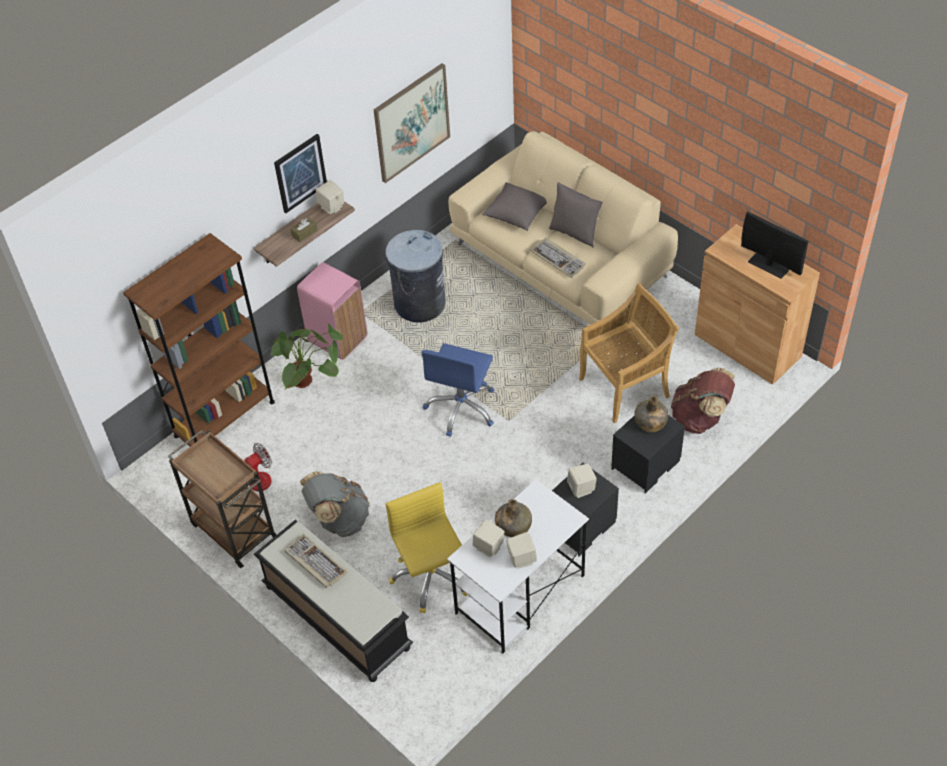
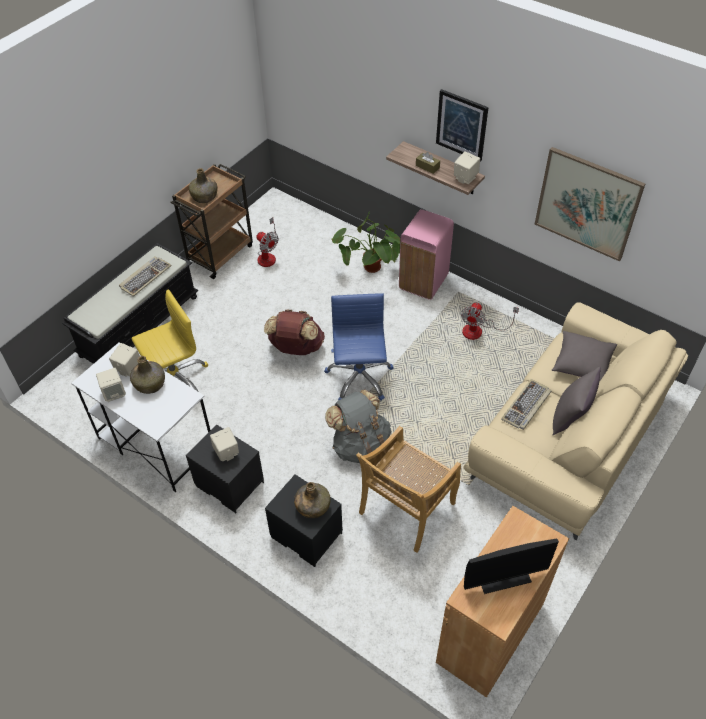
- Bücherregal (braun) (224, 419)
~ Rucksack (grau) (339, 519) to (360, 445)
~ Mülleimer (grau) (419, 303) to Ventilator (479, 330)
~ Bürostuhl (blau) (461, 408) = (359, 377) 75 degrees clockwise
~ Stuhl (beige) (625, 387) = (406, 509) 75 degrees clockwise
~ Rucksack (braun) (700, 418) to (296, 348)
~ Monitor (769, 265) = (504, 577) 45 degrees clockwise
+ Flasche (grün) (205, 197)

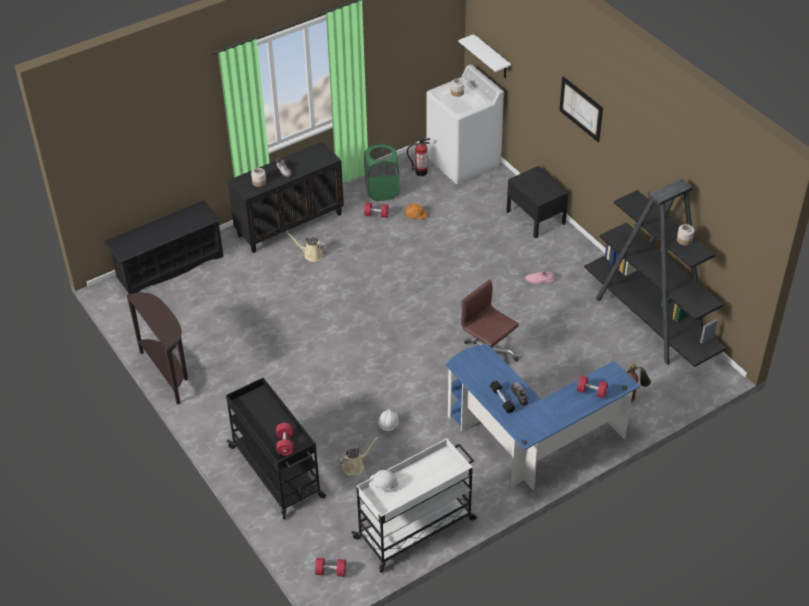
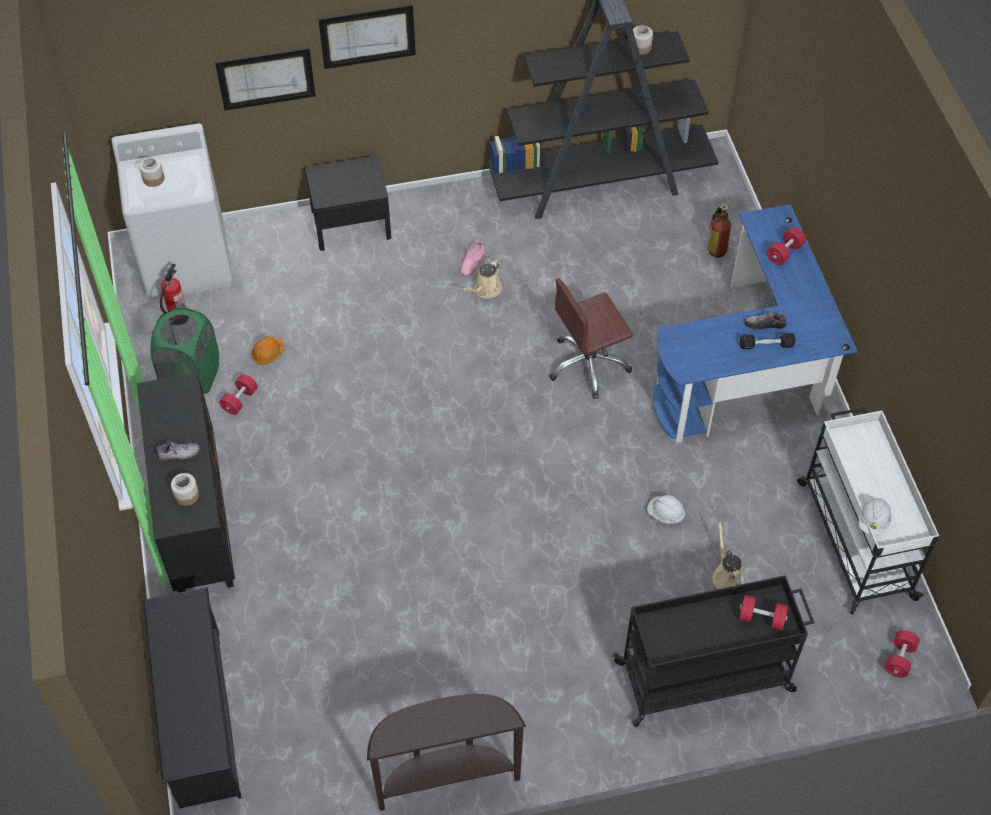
~ Gießkanne (beige) (311, 255) to (486, 290)
- Wandregal (weiß) (491, 57)
+ Bild (266, 78)

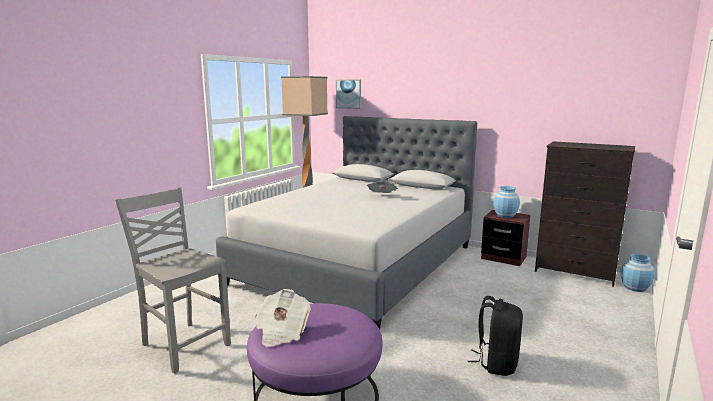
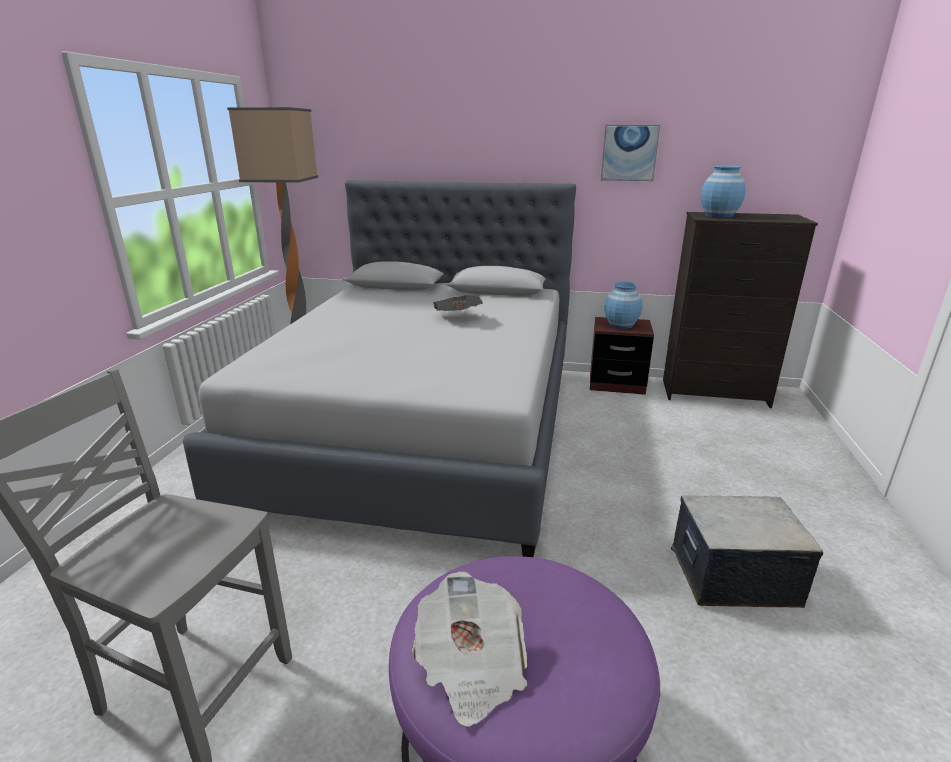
~ Bild (348, 94) to (629, 153)
~ Rucksack (schwarz) (496, 363) to Aufbewahrungsbox (733, 576)
~ Vase (blau) (634, 287) to (718, 215)

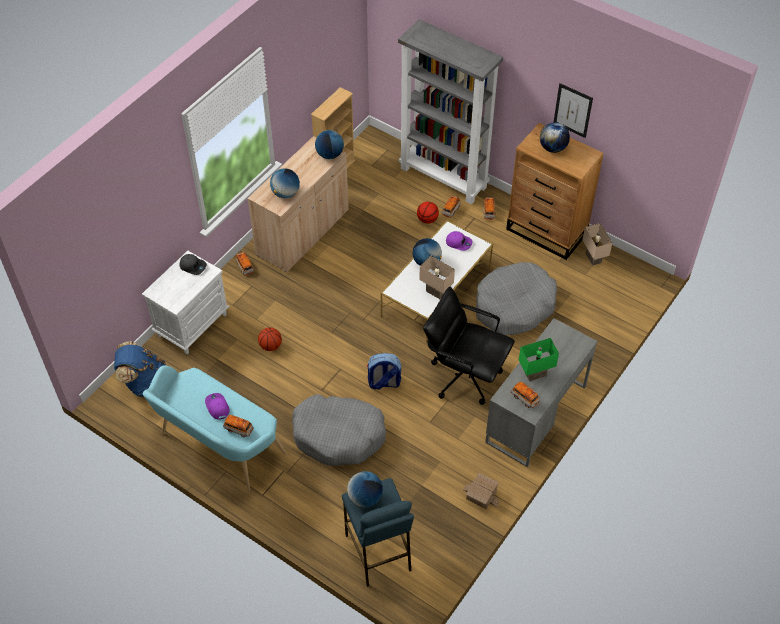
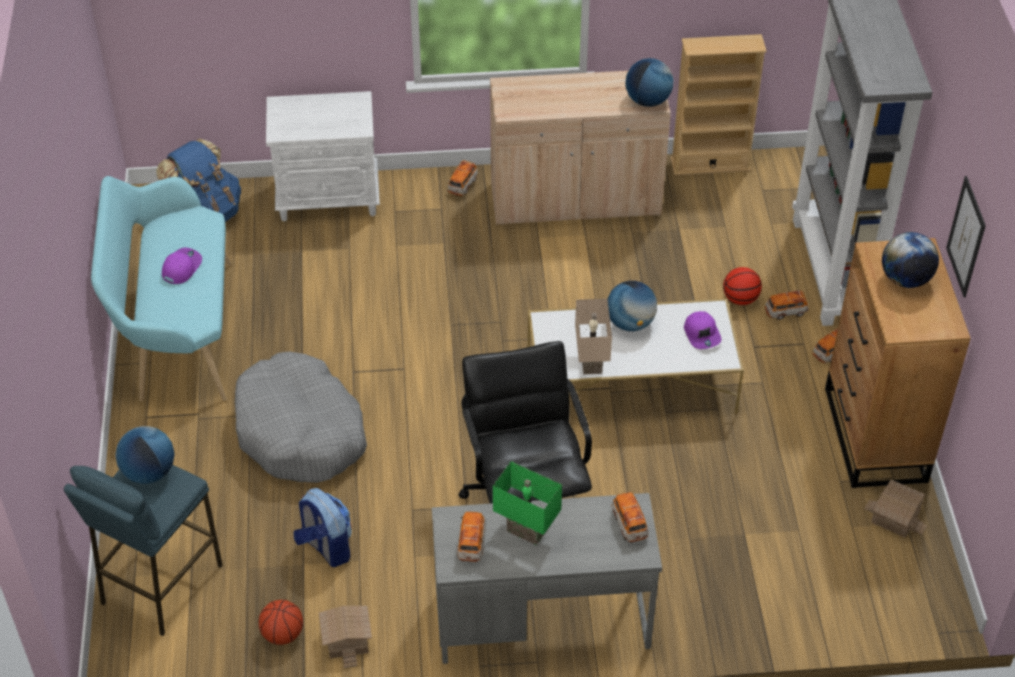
- Kappe (grau) (193, 266)
~ Spielzeugauto (238, 429) to (629, 524)
~ Basketball (270, 346) to (283, 634)
- Globus (285, 193)
~ Rucksack (383, 383) to (325, 547)
- Hundebett (grau) (514, 306)
~ Tischlampe (beige) (594, 258) to Spielzeughaus (894, 518)

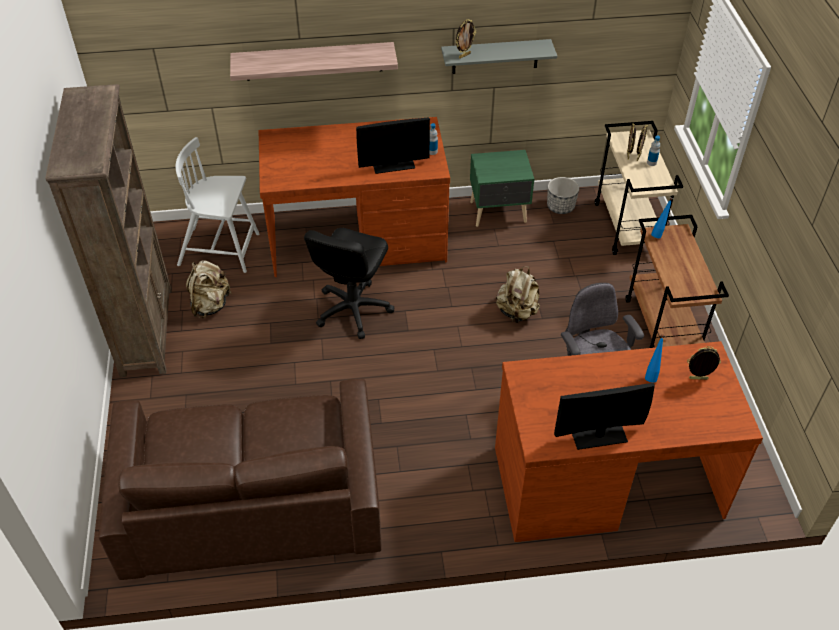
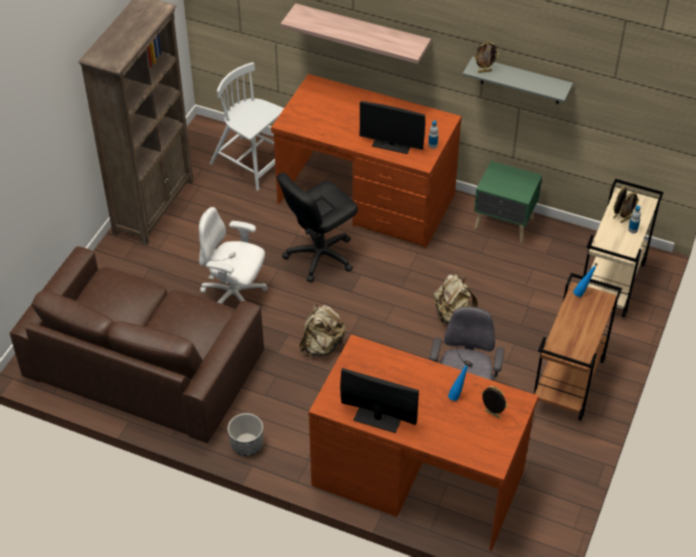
~ Rucksack (beige) (210, 305) to (322, 346)
~ Pflanzkübel (560, 207) to (246, 445)
+ Bürostuhl (weiß) (234, 298)

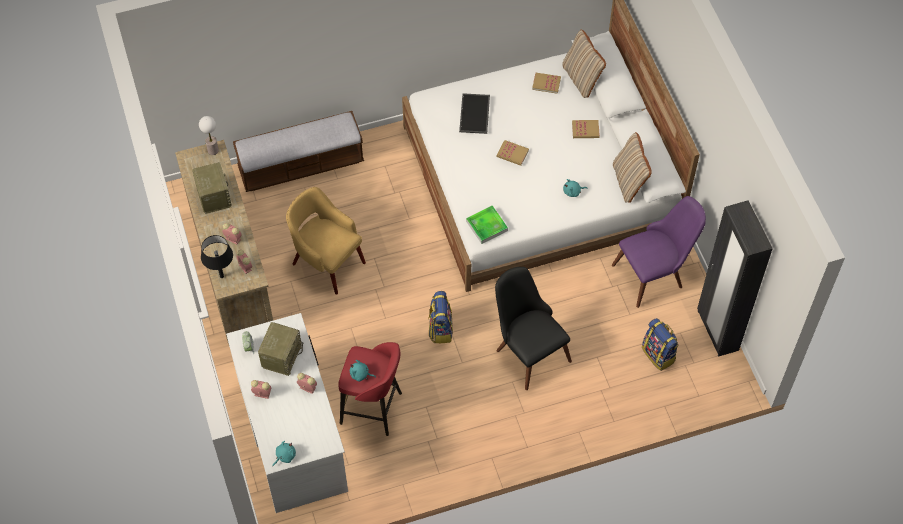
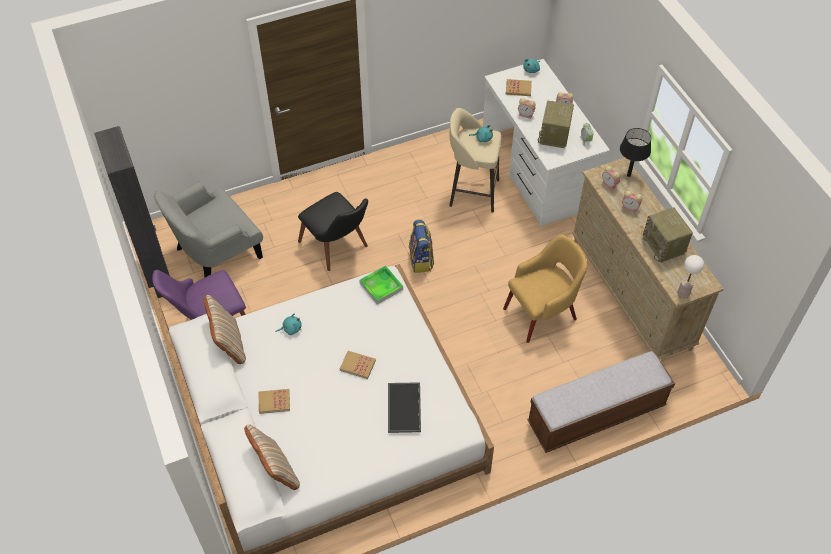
~ Sessel (gelb) (327, 262) = (542, 313) 60 degrees counterclockwise
~ Hocker (rot) (373, 409) to Hocker (beige) (472, 192)
~ Buch (546, 83) to (518, 89)
~ Rucksack (659, 354) to Sessel (grau) (216, 252)

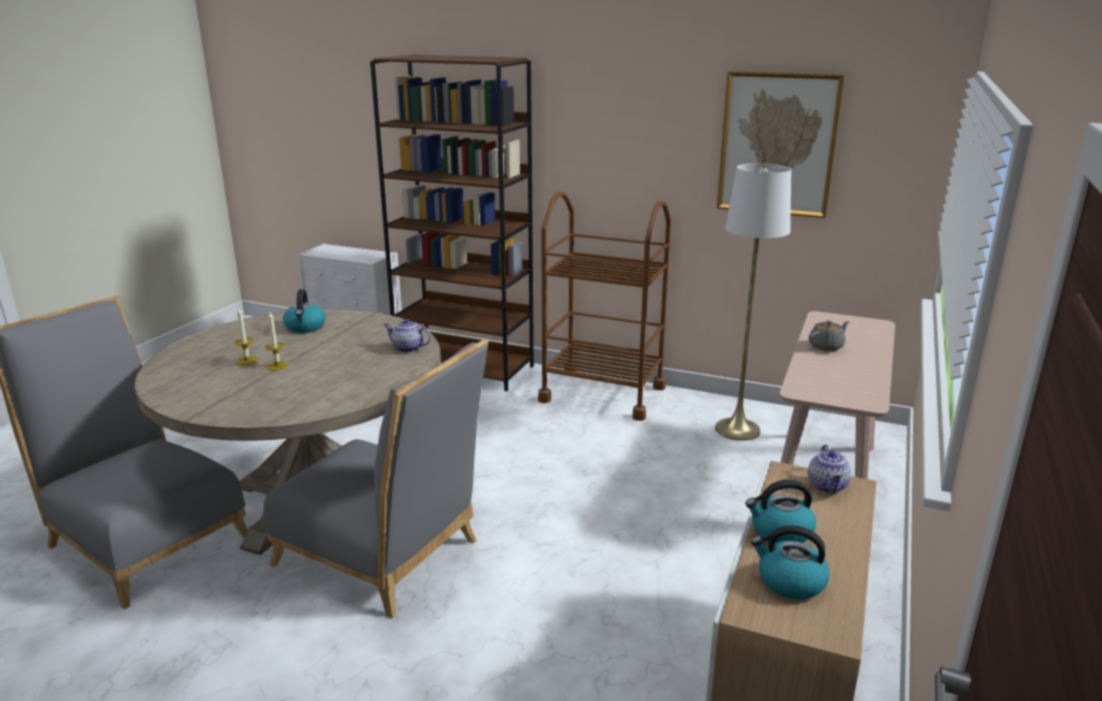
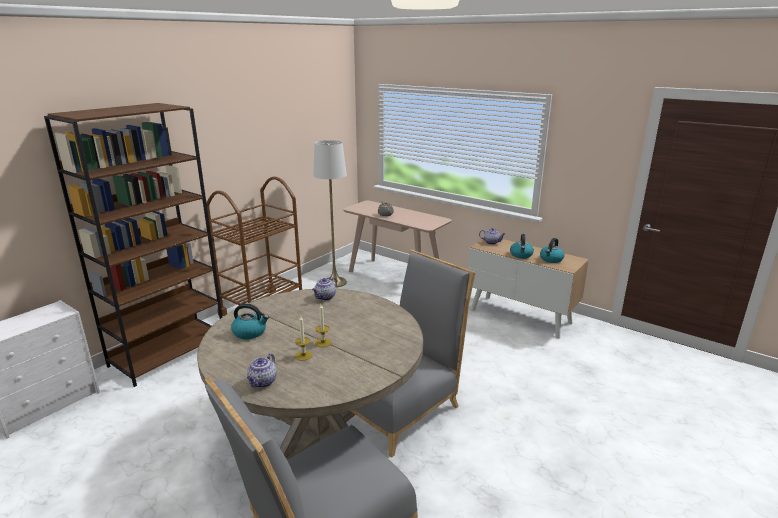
- Bild (777, 144)
+ Teekanne (263, 382)

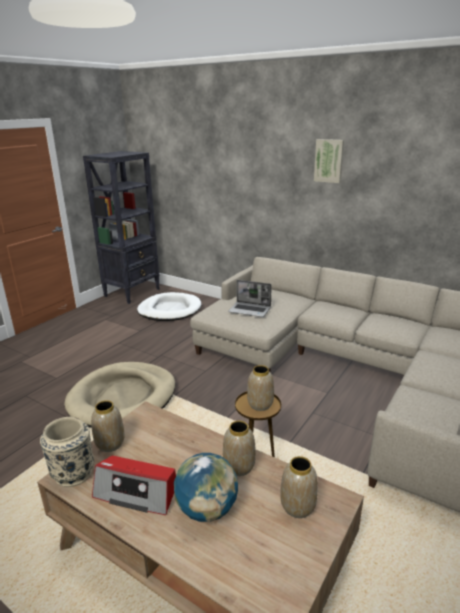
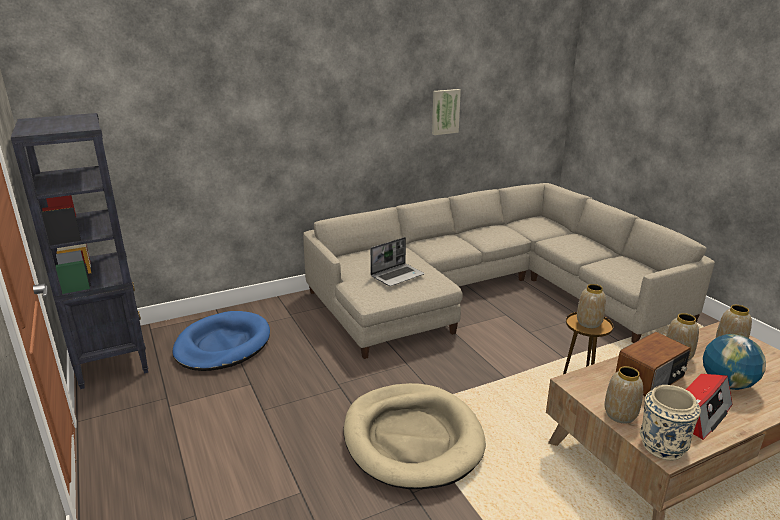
~ Hundebett (weiß) (169, 310) to Hundebett (blau) (222, 345)
~ Bild (329, 161) to (445, 111)
+ Radio (650, 379)

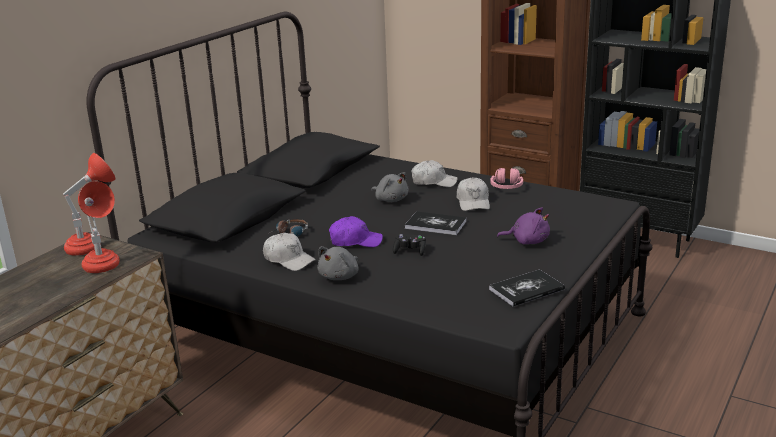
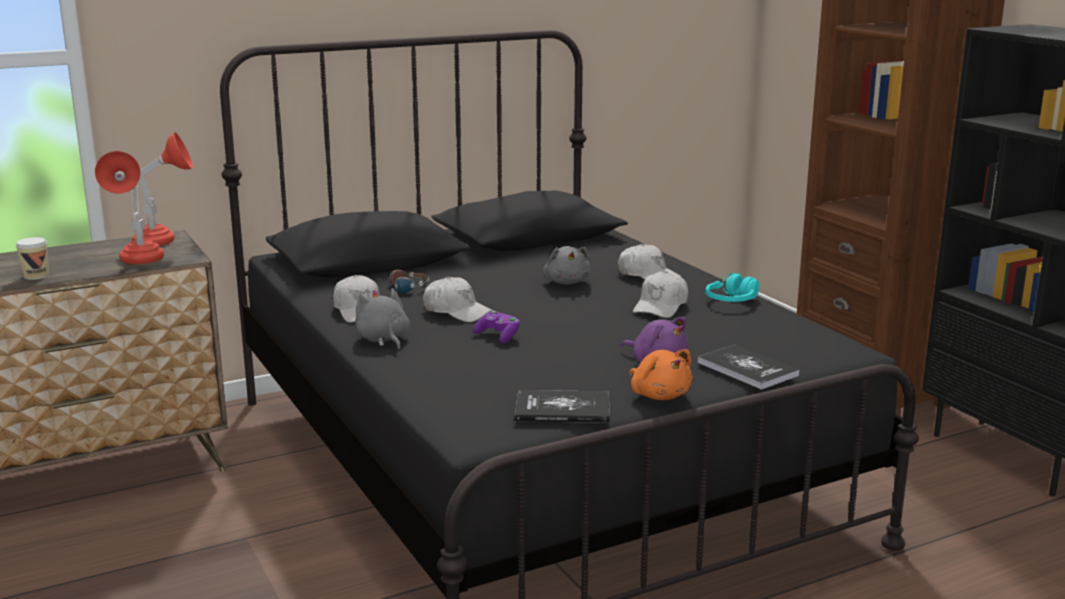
~ Plüschtier (grau) (340, 276) = (383, 339) 90 degrees clockwise
~ Kappe (lila) (355, 241) to Kappe (weiß) (457, 311)
~ Gamepad (schwarz) (410, 251) to Gamepad (lila) (498, 336)
~ Buch (435, 224) to (747, 369)
~ Kopfhörer (rosa) (506, 187) to Kopfhörer (türkis) (732, 301)
+ Tasse (36, 276)
+ Plüschtier (orange) (659, 395)

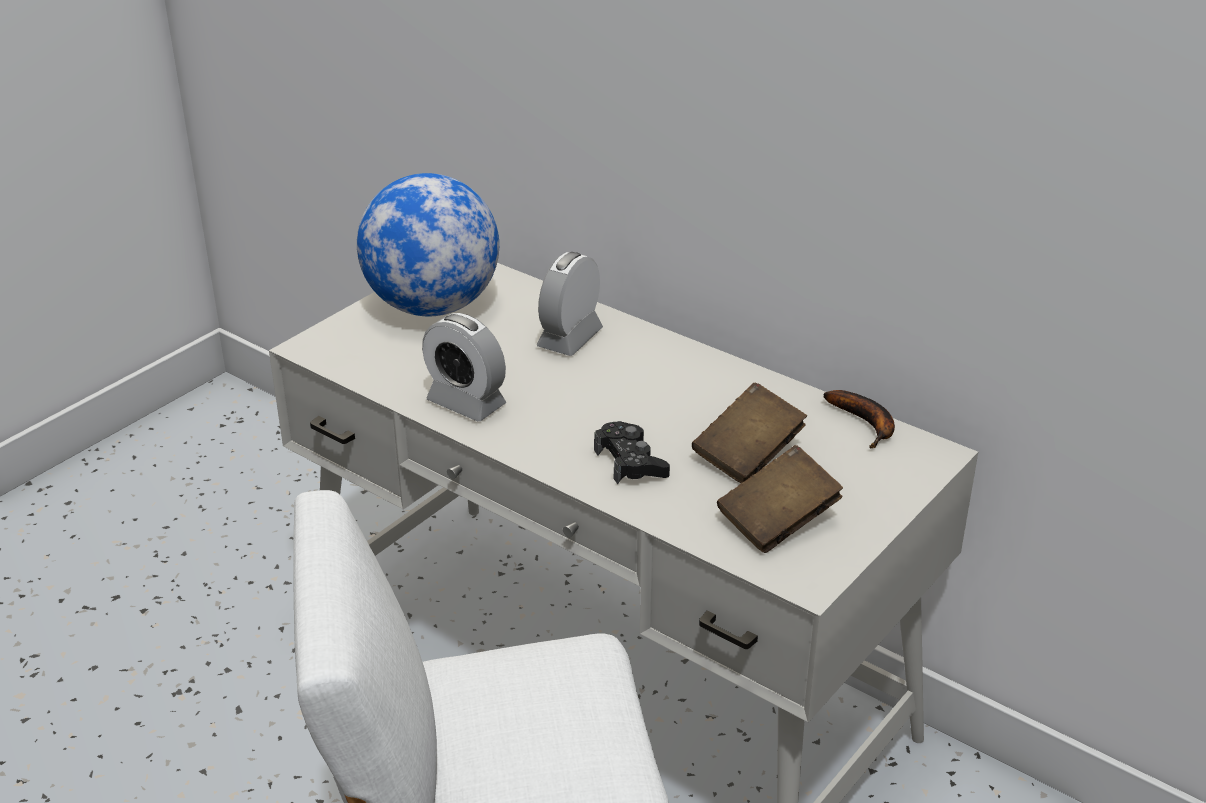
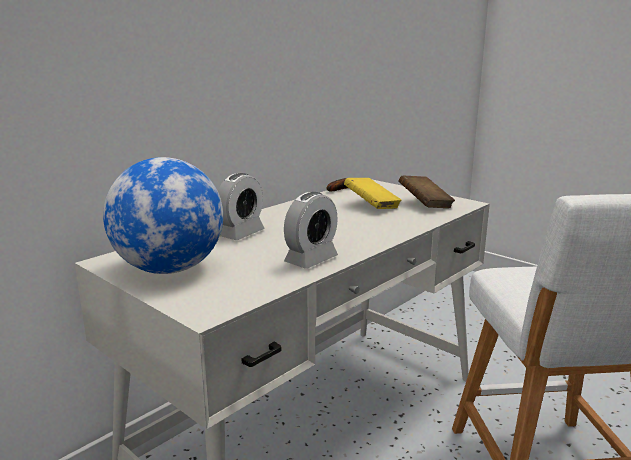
~ Wecker (570, 338) = (241, 233) 90 degrees counterclockwise
- Gamepad (schwarz) (630, 462)
~ Buch (braun) (748, 455) to Buch (gelb) (372, 206)

